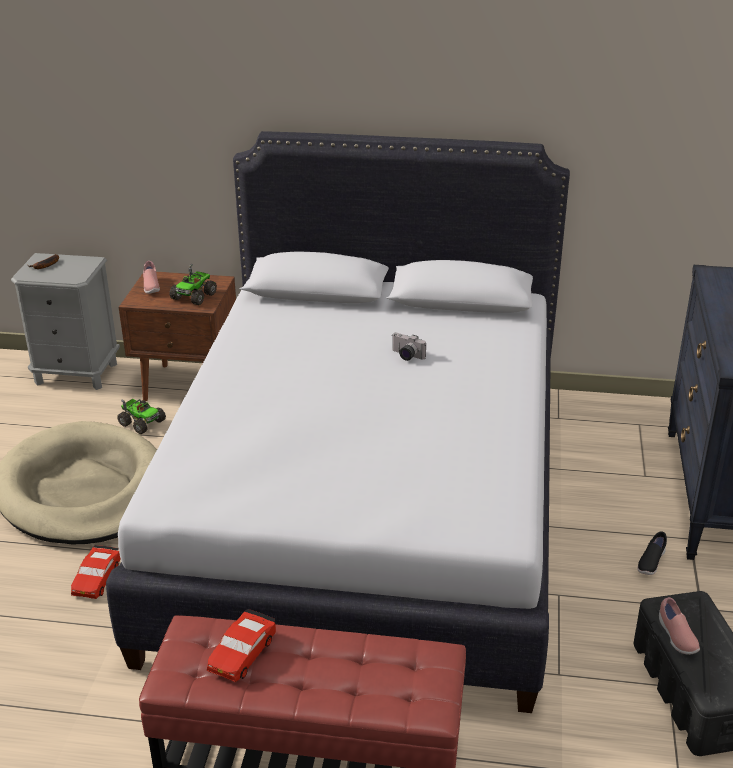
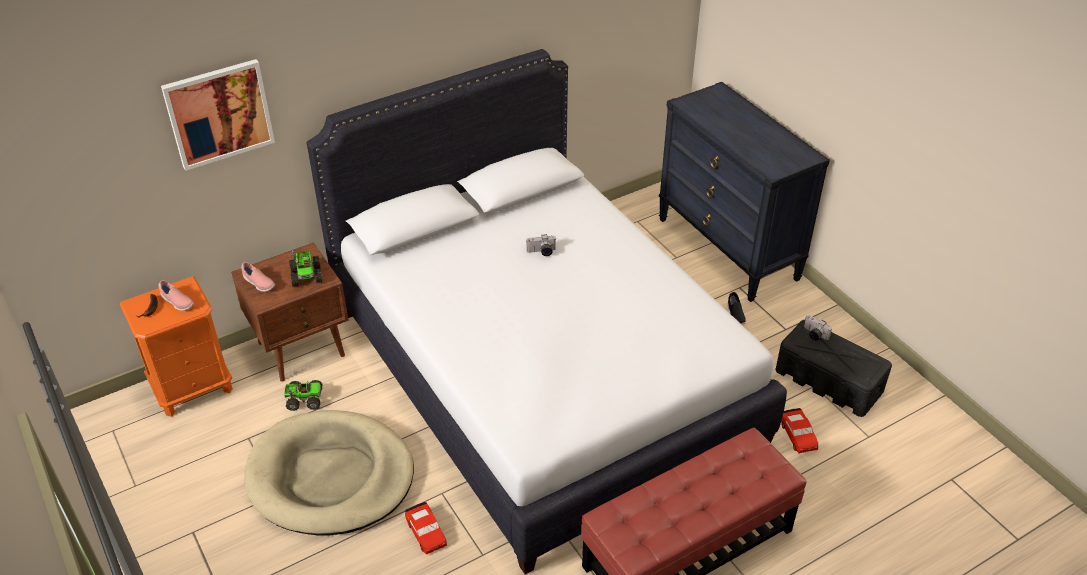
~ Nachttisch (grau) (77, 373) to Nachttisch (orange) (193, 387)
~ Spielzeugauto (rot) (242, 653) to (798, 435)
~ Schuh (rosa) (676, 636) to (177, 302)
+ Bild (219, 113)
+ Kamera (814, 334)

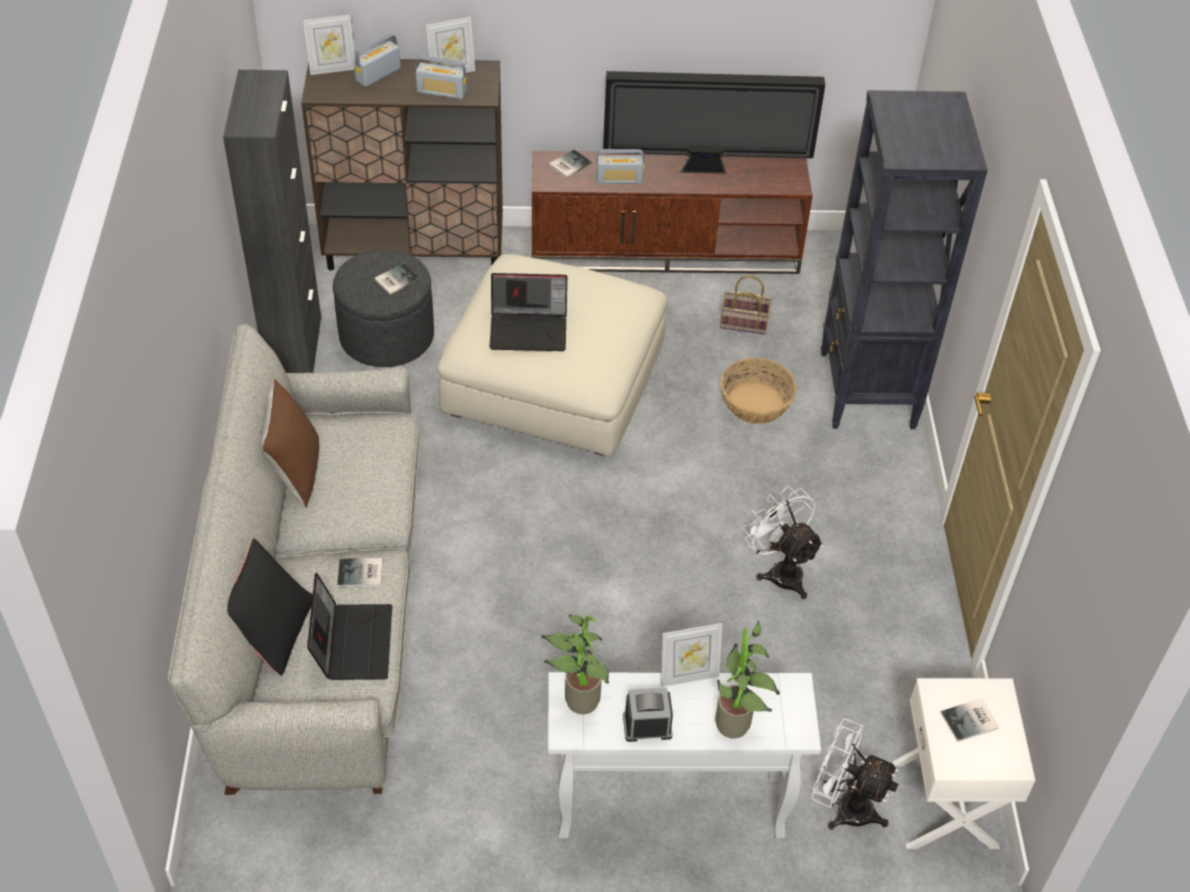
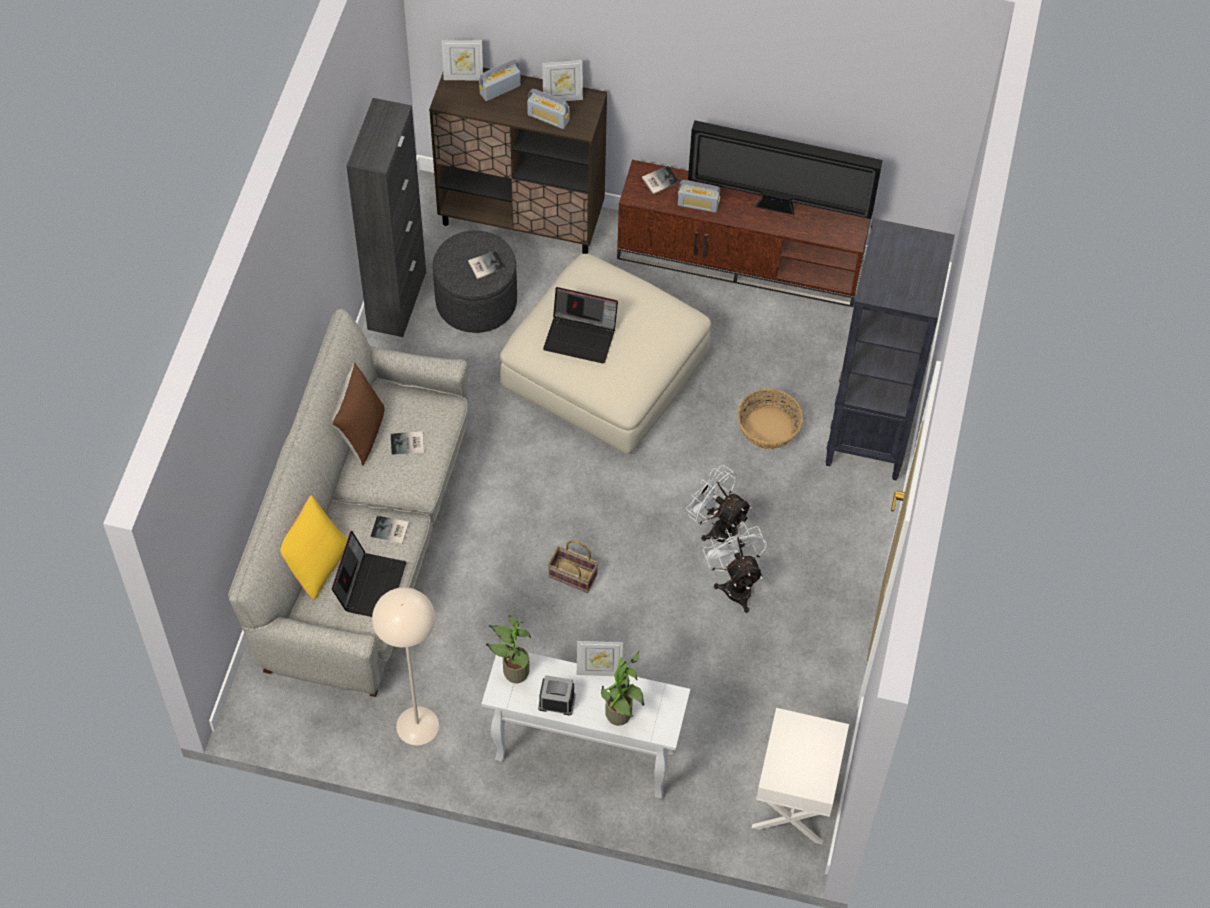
~ Kissen (schwarz) (272, 630) to Kissen (gelb) (315, 562)
~ Korb (742, 323) to (571, 576)
~ Ventilator (weiß) (844, 807) to (718, 528)
~ Buch (971, 721) to (408, 445)
+ Stehlampe (beige) (417, 725)

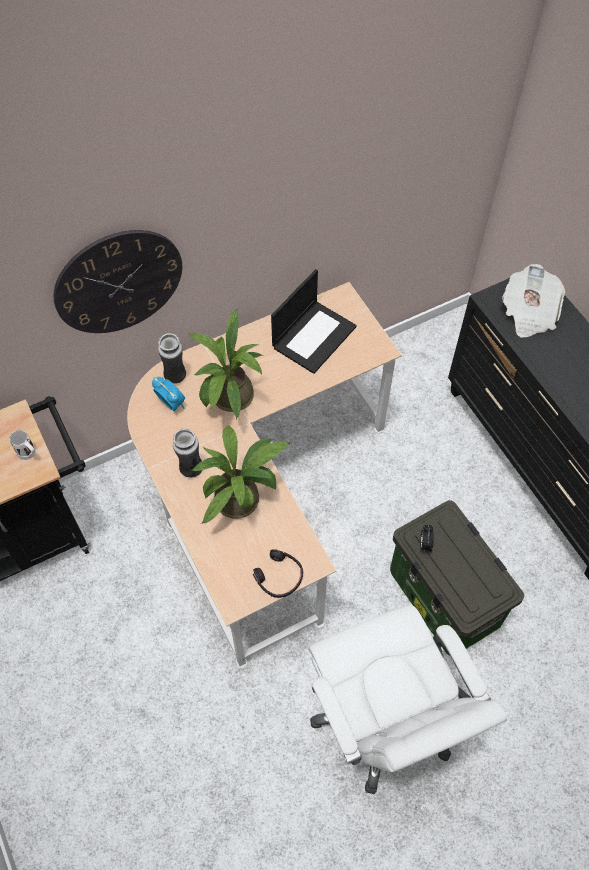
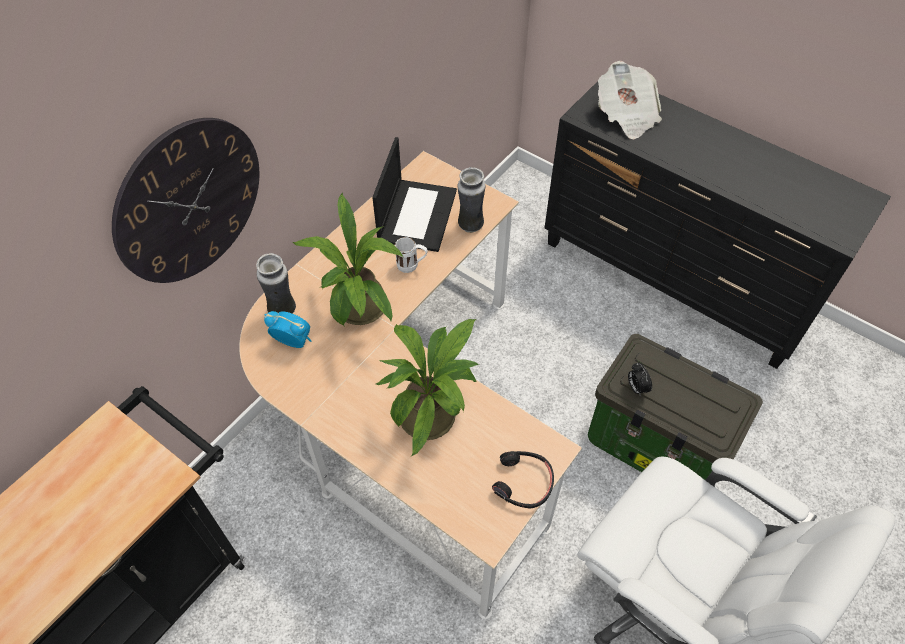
~ Henkelbecher (weiß) (29, 454) to (412, 266)
~ Vase (191, 469) to (470, 225)

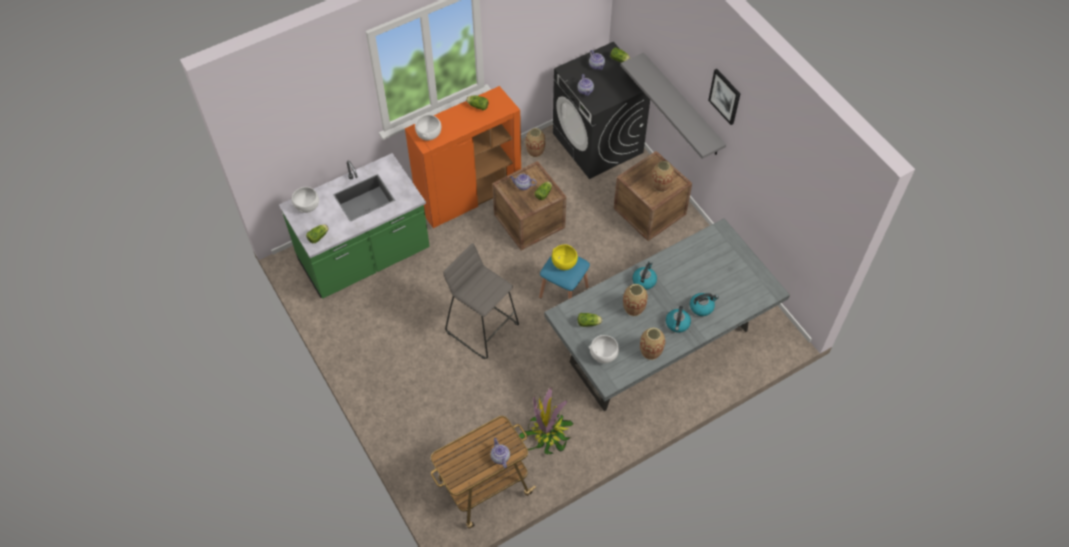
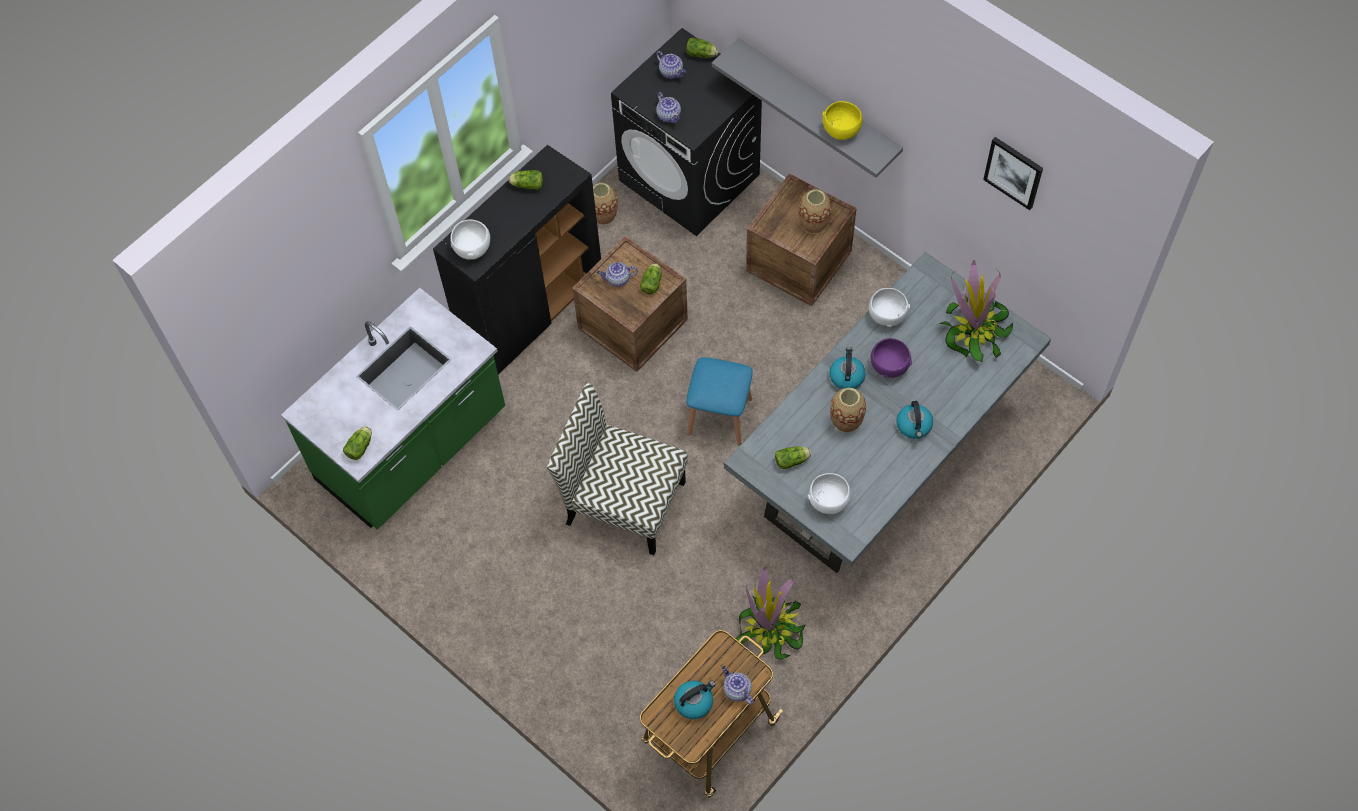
~ Schüssel (weiß) (307, 206) to (887, 315)
~ Schrank (orange) (469, 195) to Schrank (schwarz) (531, 309)
~ Hocker (grau) (482, 327) to Stuhl (623, 502)
~ Schüssel (gelb) (564, 263) to (841, 130)
- Vase (650, 351)
~ Wasserkessel (701, 307) to (694, 702)
~ Bild (725, 96) to (1014, 172)
+ Schüssel (lila) (889, 365)
+ Topfpflanze (973, 330)

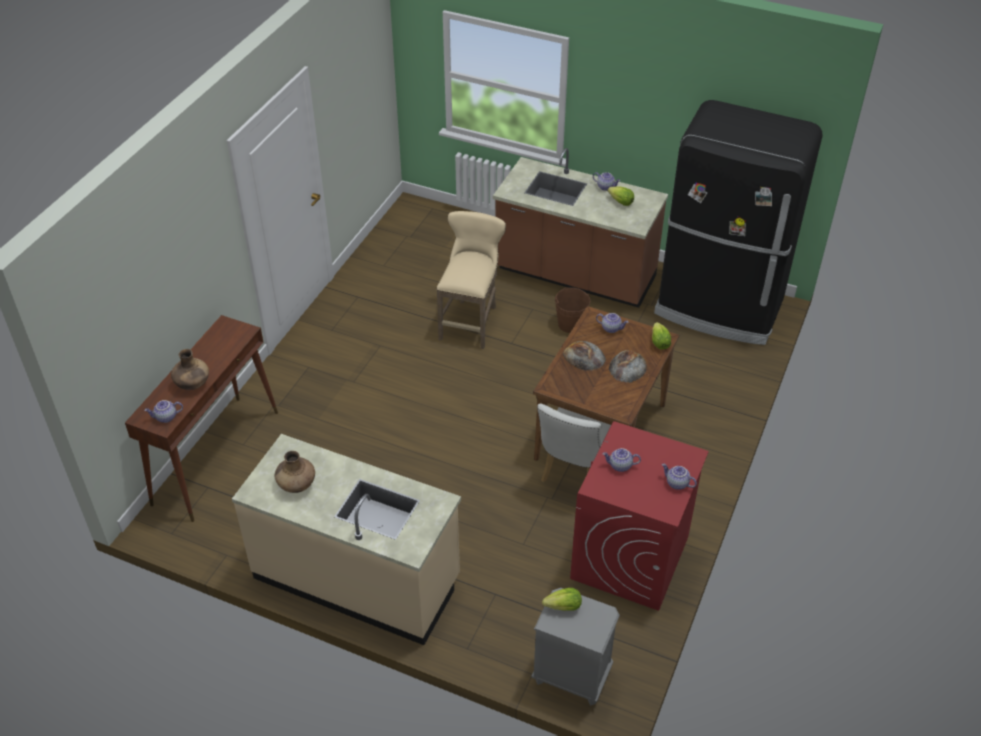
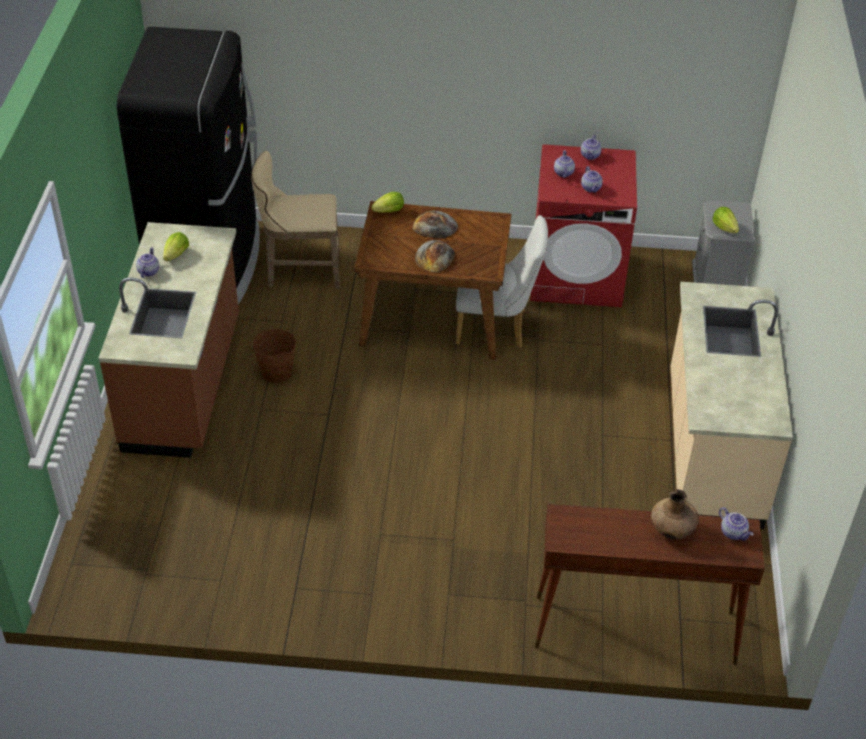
- Vase (braun) (296, 484)
~ Hocker (beige) (471, 321) to (299, 272)
~ Teekanne (611, 328) to (563, 173)

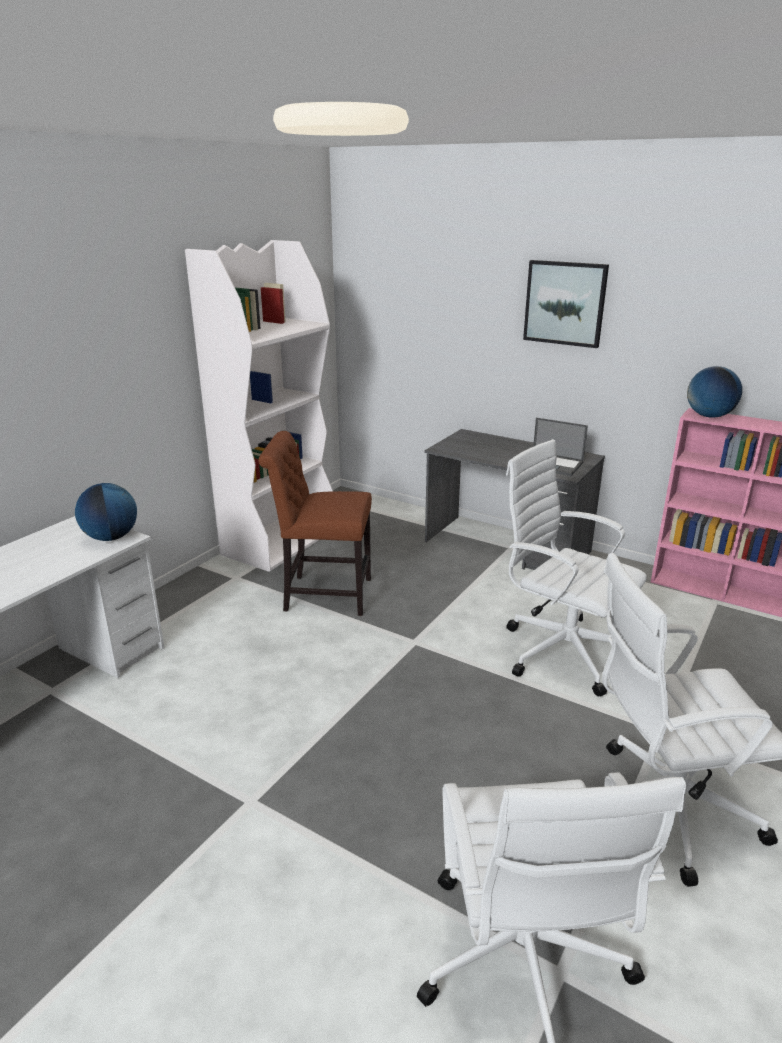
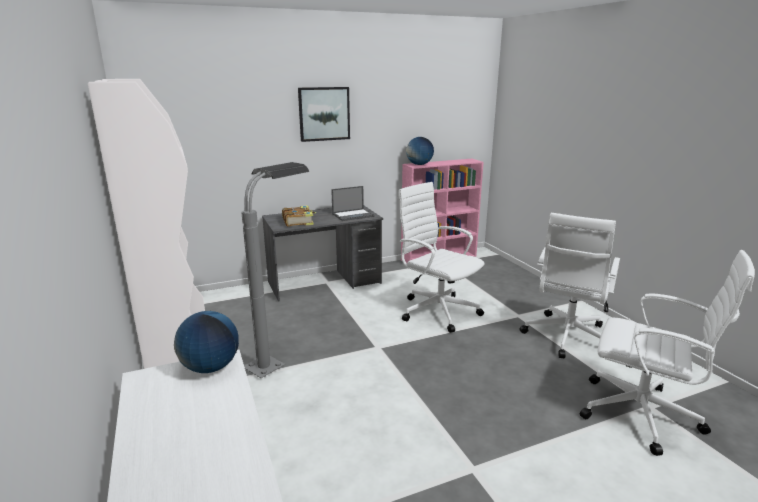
~ Stuhl (braun) (323, 594) to Stehlampe (grau) (280, 359)
~ Bürostuhl (weiß) (562, 651) = (437, 310) 60 degrees clockwise
+ Buch (298, 221)

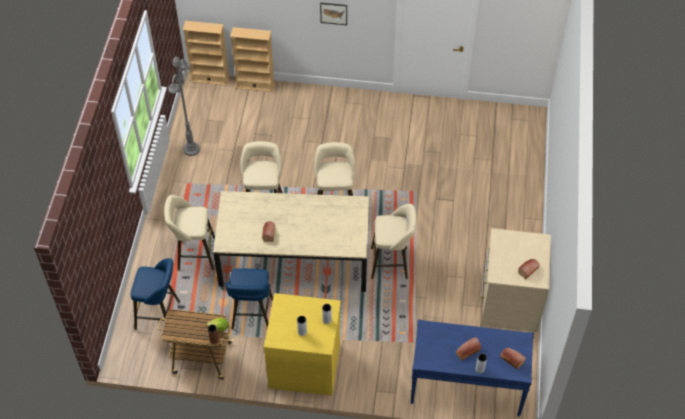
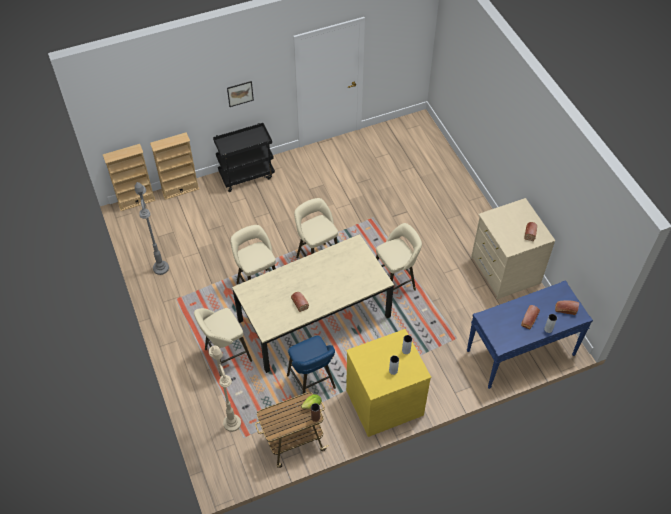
~ Hocker (blau) (160, 315) to Stehlampe (beige) (232, 423)
+ Rollwagen (schwarz) (247, 175)

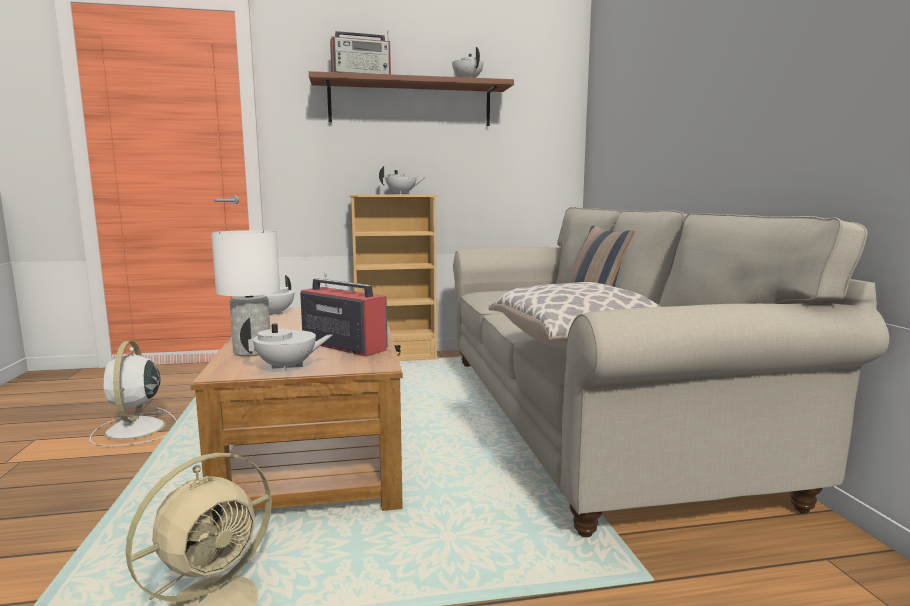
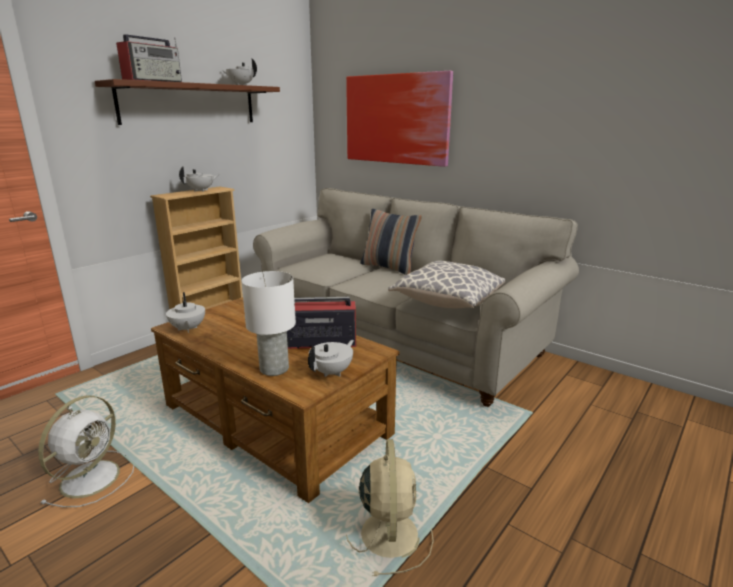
~ Ventilator (weiß) (135, 430) = (92, 477) 105 degrees counterclockwise
+ Bild (396, 119)

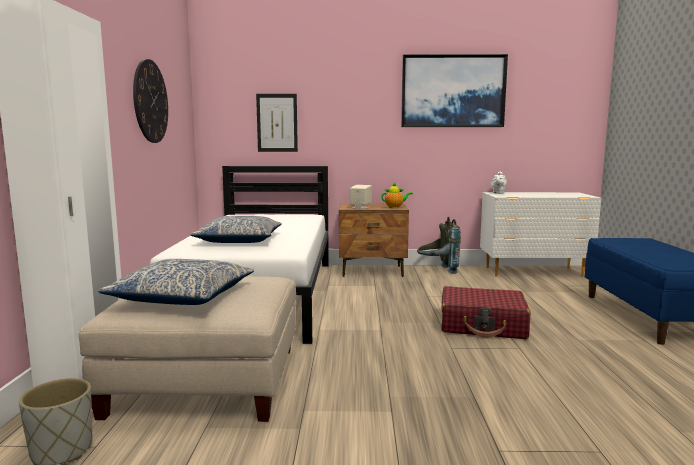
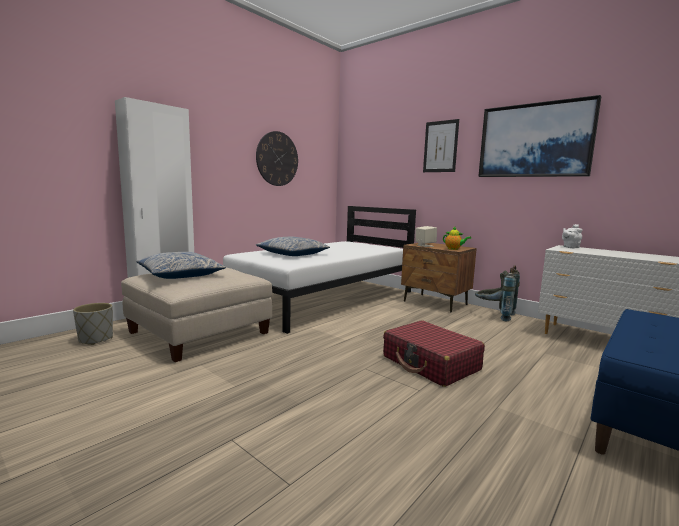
~ Bild (277, 123) to (440, 146)

